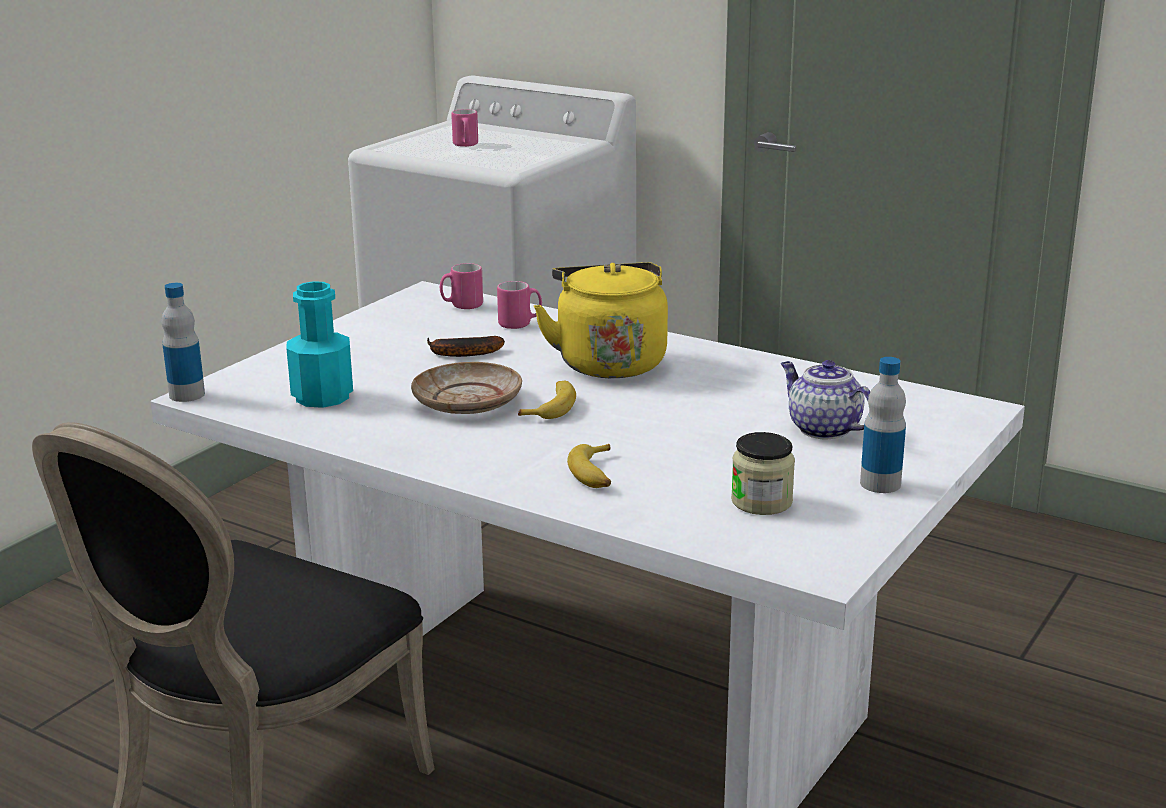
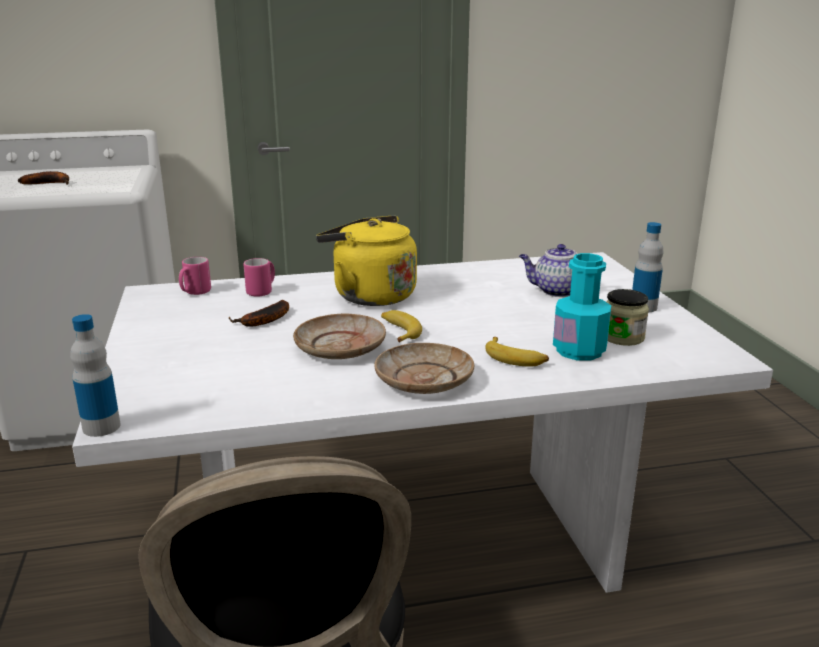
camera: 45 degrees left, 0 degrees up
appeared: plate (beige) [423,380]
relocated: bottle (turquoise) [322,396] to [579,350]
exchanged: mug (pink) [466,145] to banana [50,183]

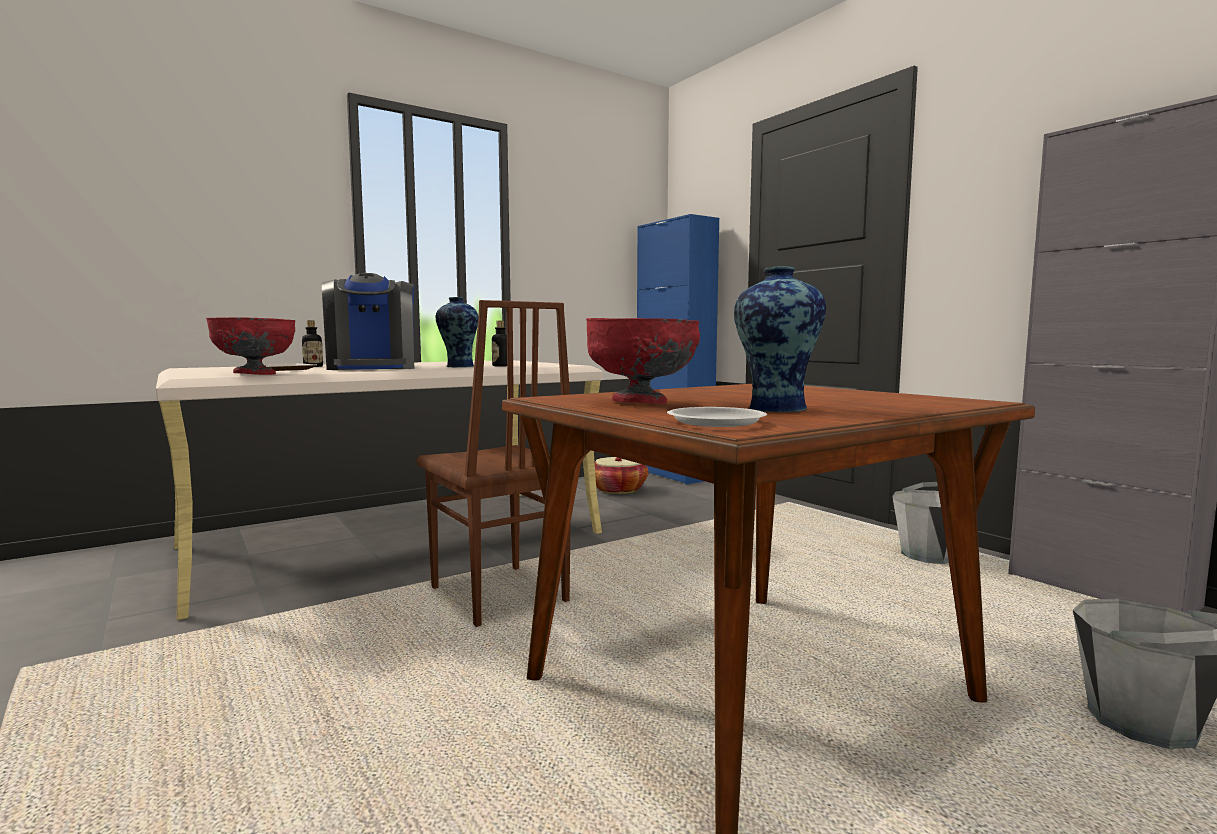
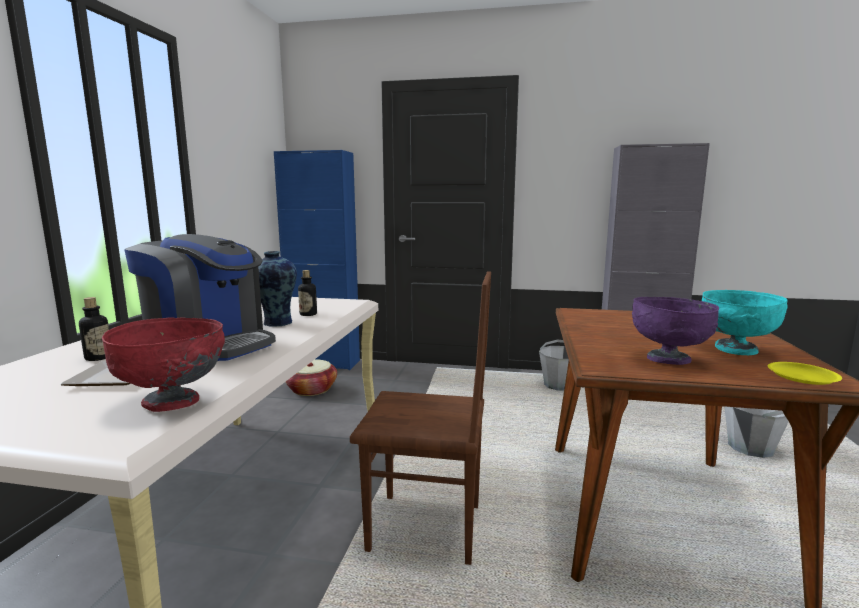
camera: 45 degrees left, 5 degrees up
exchanged: vase [775,409] to bowl (turquoise) [735,350]
colour: bowl (red) [641,403] to bowl (purple) [669,360]; plate (white) [716,422] to plate (yellow) [803,377]

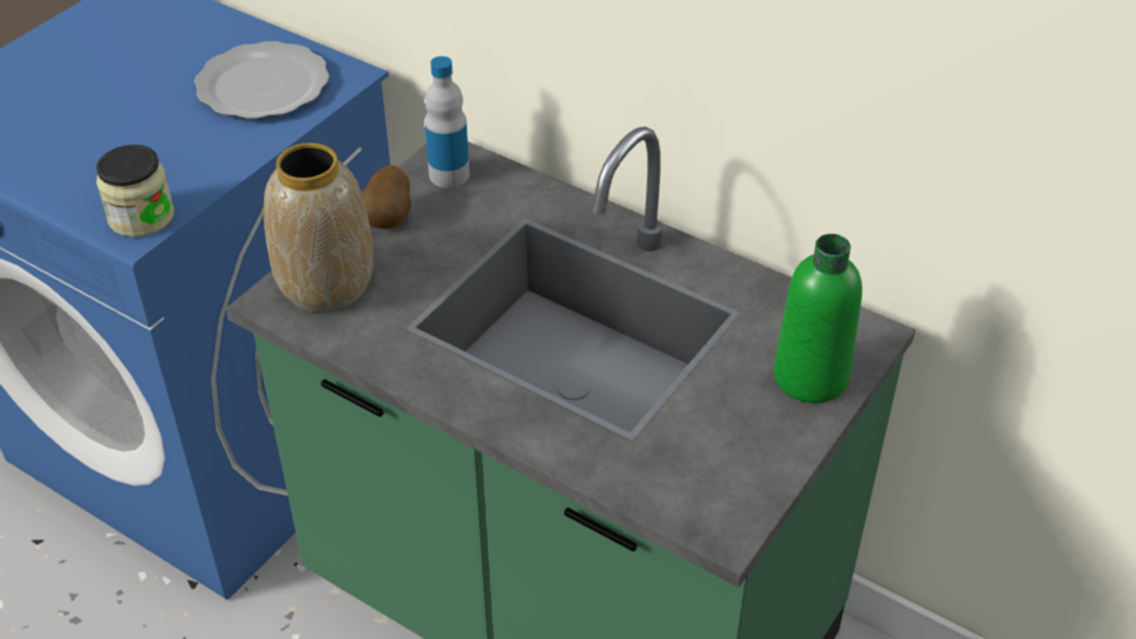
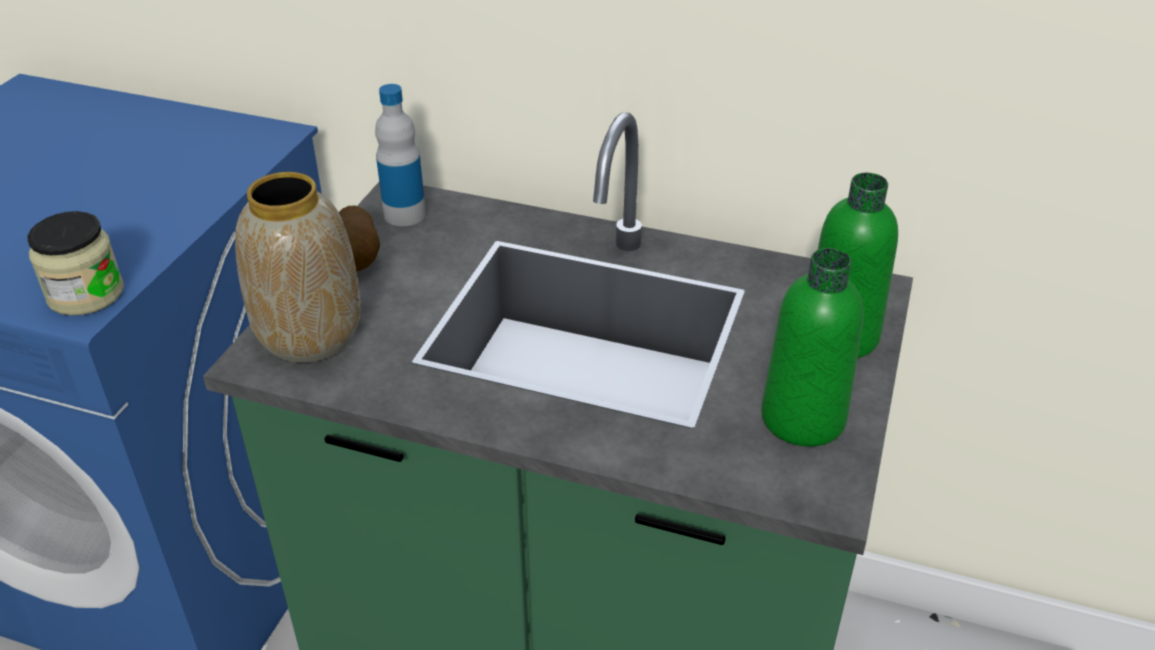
camera: 15 degrees left, 5 degrees down
missing: plate [261,86]
appeared: bottle (green) [803,418]

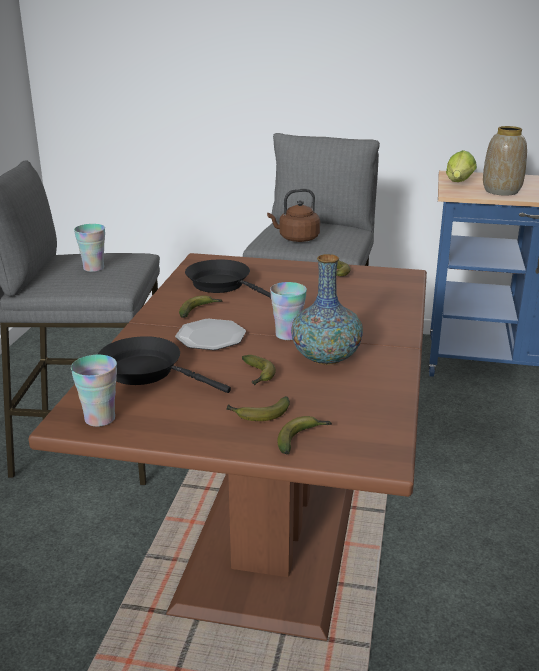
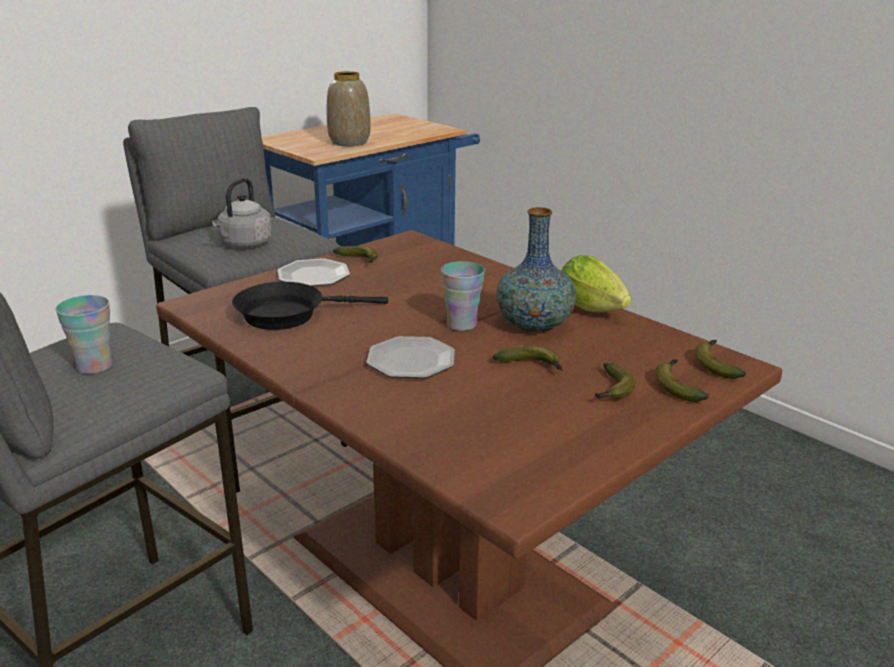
camera: 55 degrees left, 0 degrees up
missing: cup [100,419]; frying pan (black) [147,372]
appeared: plate [314,276]
relocated: banana [199,311] to [715,364]; lettuce [458,183] to [594,311]
colour: kettle (brown) [296,239] to kettle (grey) [244,244]

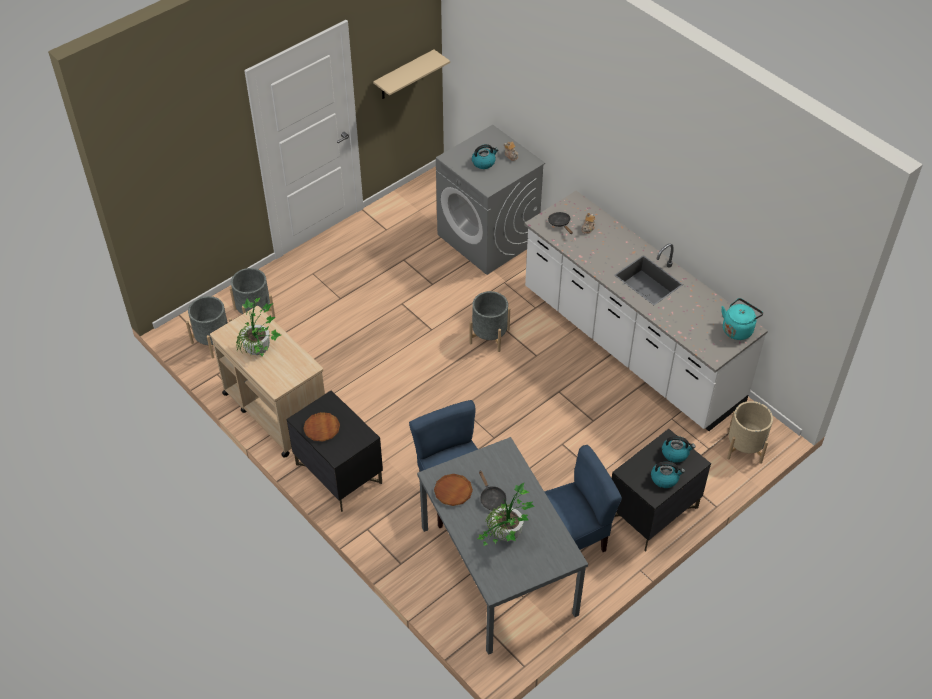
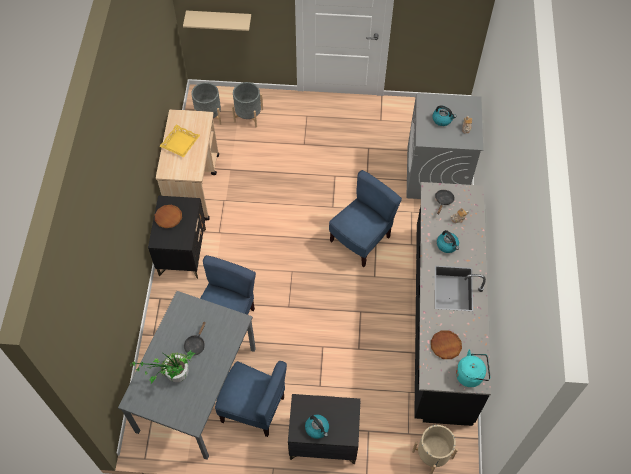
camera: 45 degrees right, 10 degrees up
relocated: shelf (beige) [404,75] to [219,20]; plate (brown) [453,491] to [445,345]; kettle [675,453] to [447,245]
exchanged: potted plant [260,353] to tray (yellow) [180,143]; planter (grey) [489,336] to chair (blue) [361,240]
colour: counter (white) [630,346] to counter (black) [440,321]

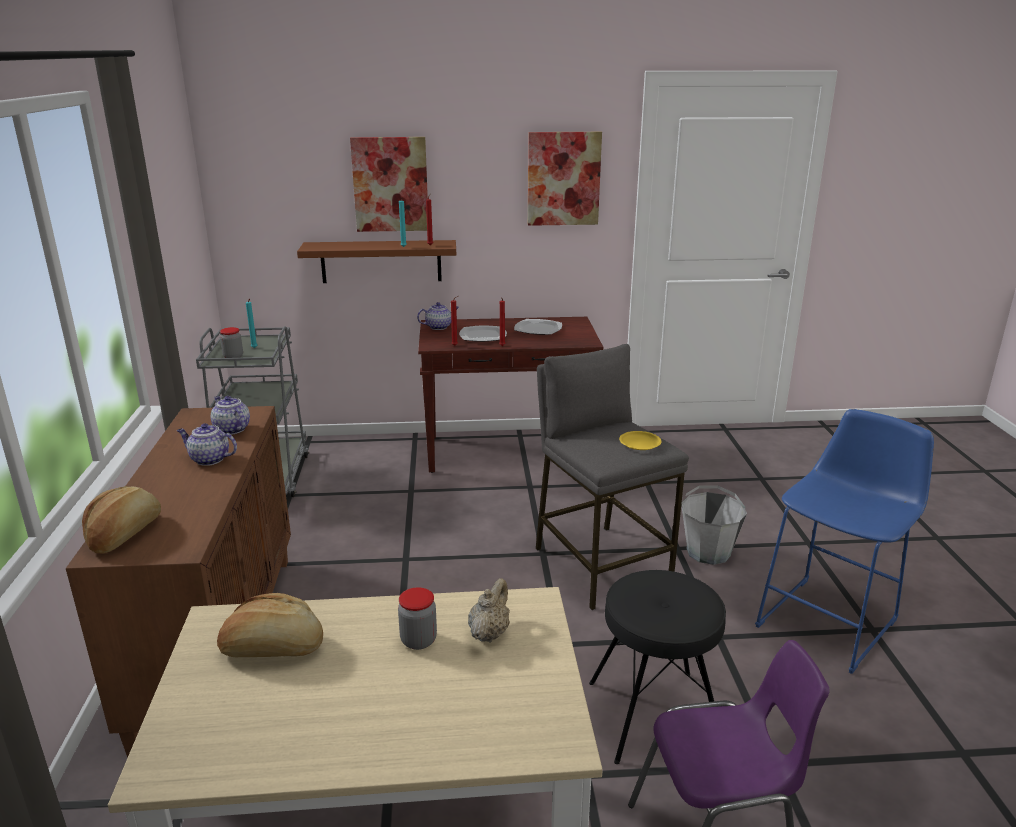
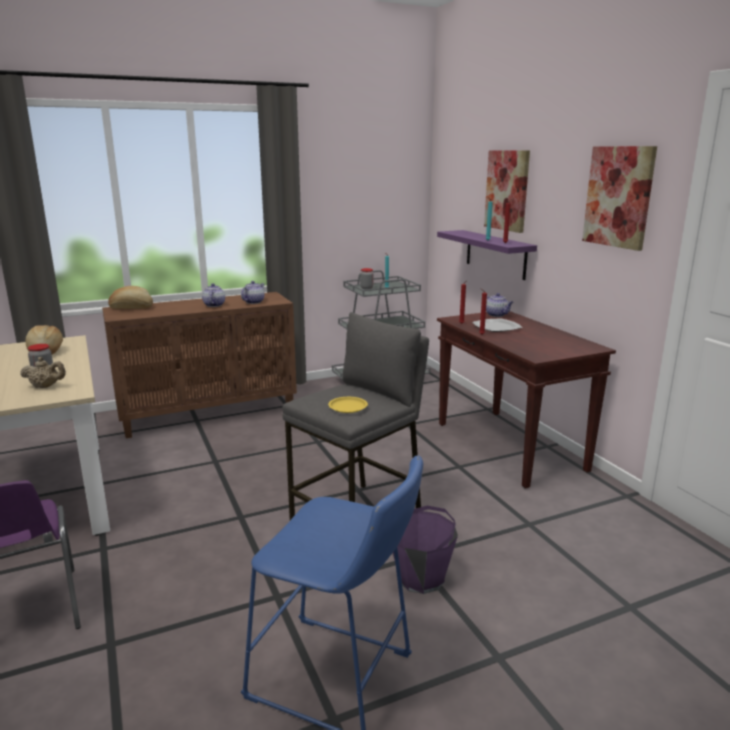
camera: 70 degrees right, 5 degrees down
missing: plate [537,329]; stool (black) [655,715]
colour: shelf (brown) [381,261] to shelf (purple) [495,254]; bucket (grey) [708,552] to bucket (purple) [421,577]

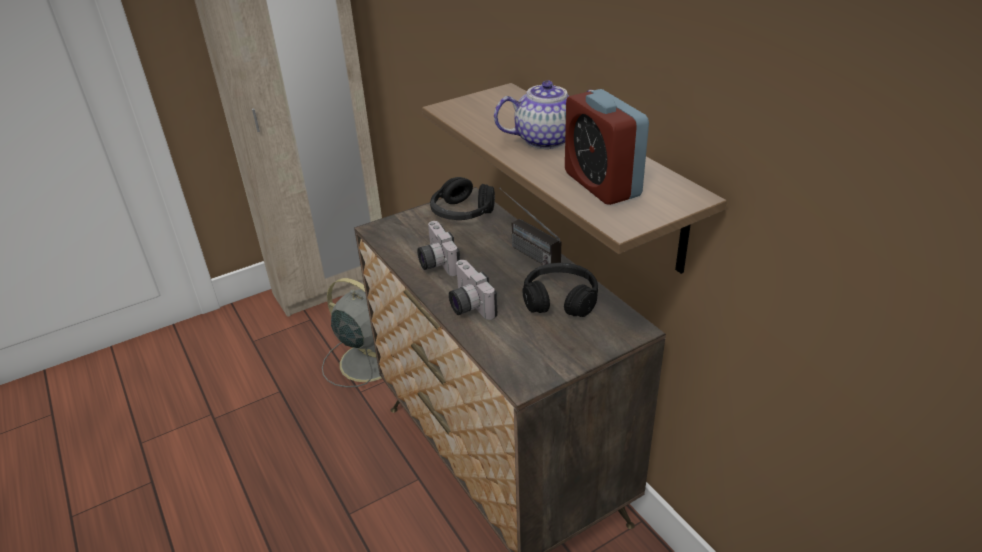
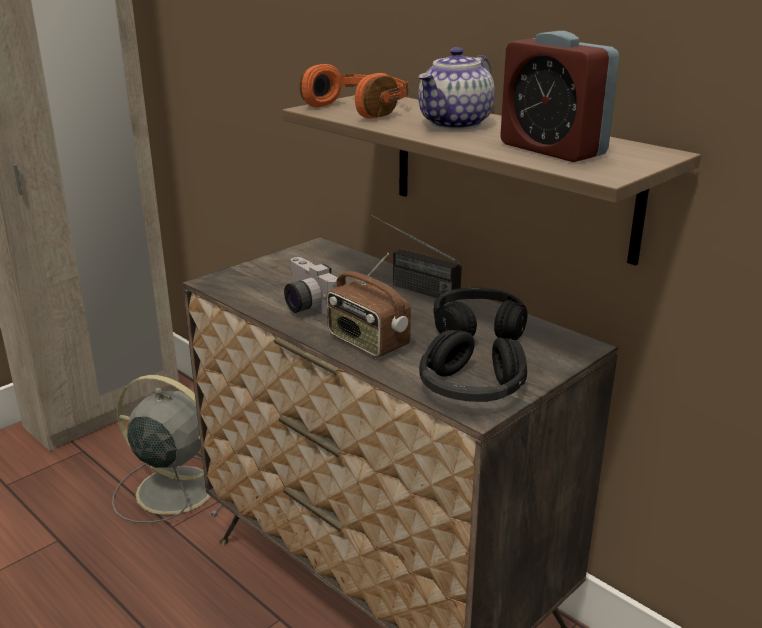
camera: 15 degrees left, 10 degrees down
appeared: headphones (orange) [360,109]
relocated: headphones (black) [462,213] to [470,389]
exchanged: photo camera [467,305] to radio [367,342]
spun: teapot [546,139] = [455,124] 150 degrees clockwise

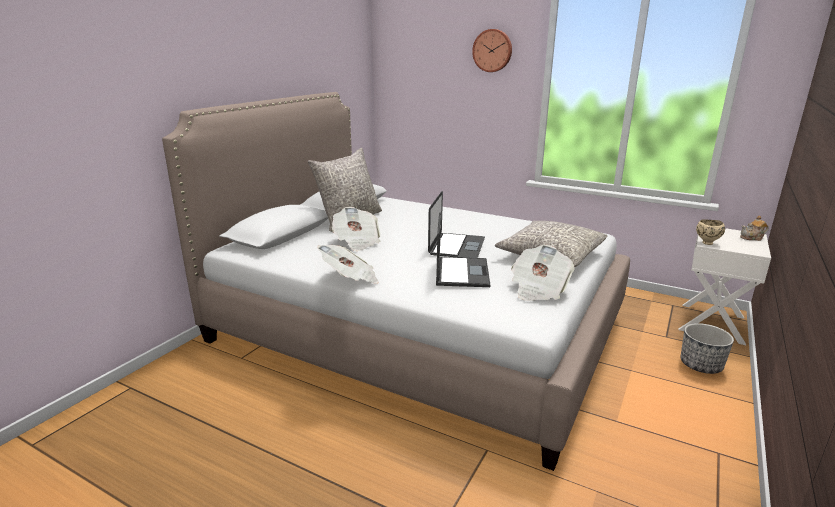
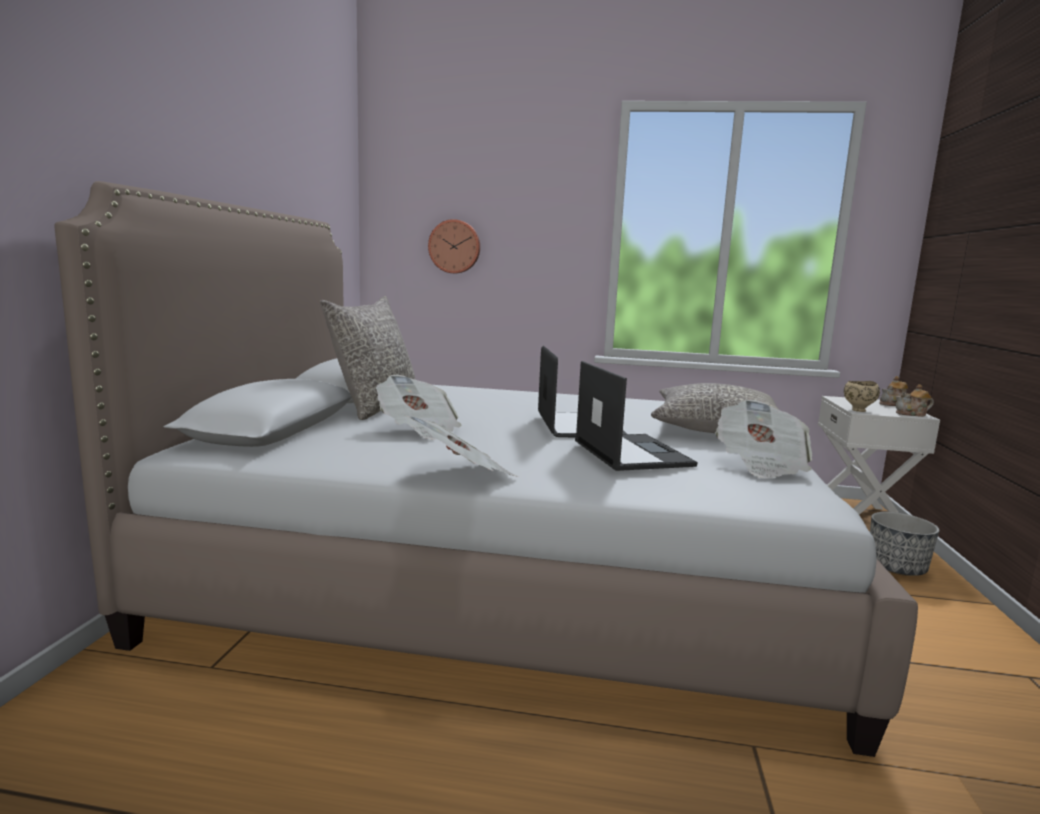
camera: 20 degrees left, 10 degrees down
appeared: teapot [912,414]
relocated: wall clock [492,50] to [455,246]

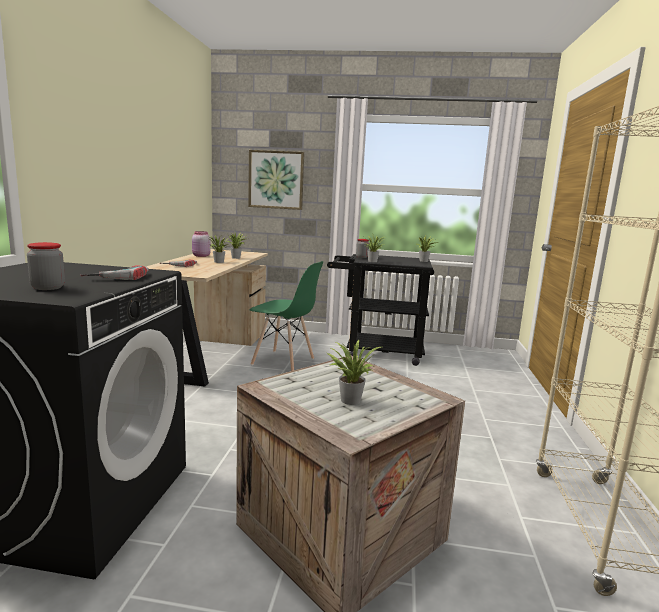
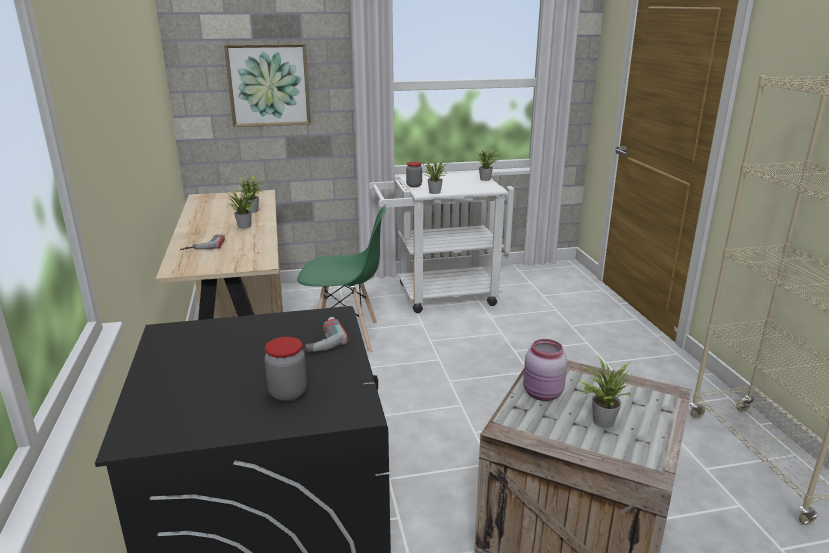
camera: 20 degrees left, 10 degrees up
relocated: jar (pink) [201,256] to [542,394]
colour: cart (black) [376,352] to cart (white) [437,295]

